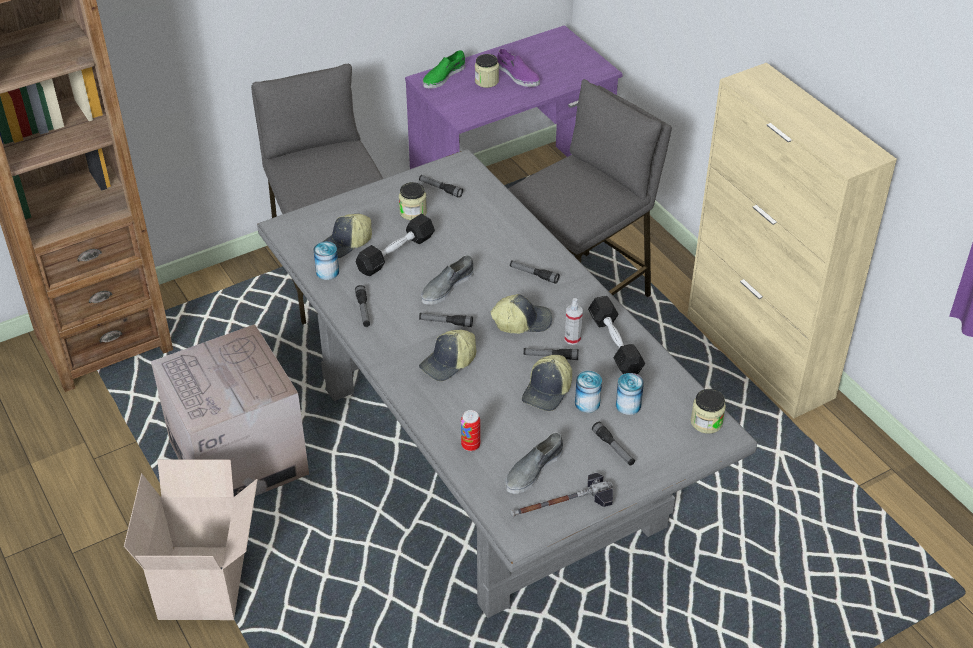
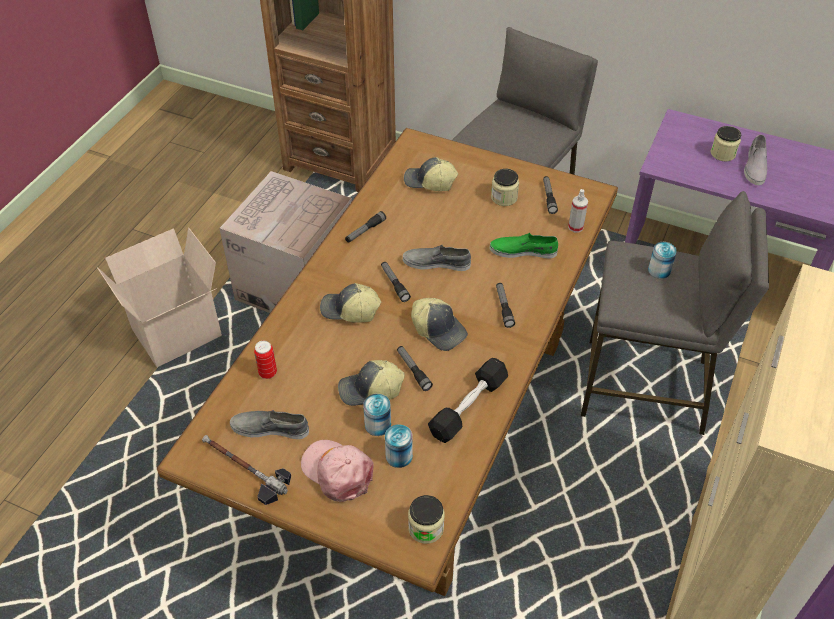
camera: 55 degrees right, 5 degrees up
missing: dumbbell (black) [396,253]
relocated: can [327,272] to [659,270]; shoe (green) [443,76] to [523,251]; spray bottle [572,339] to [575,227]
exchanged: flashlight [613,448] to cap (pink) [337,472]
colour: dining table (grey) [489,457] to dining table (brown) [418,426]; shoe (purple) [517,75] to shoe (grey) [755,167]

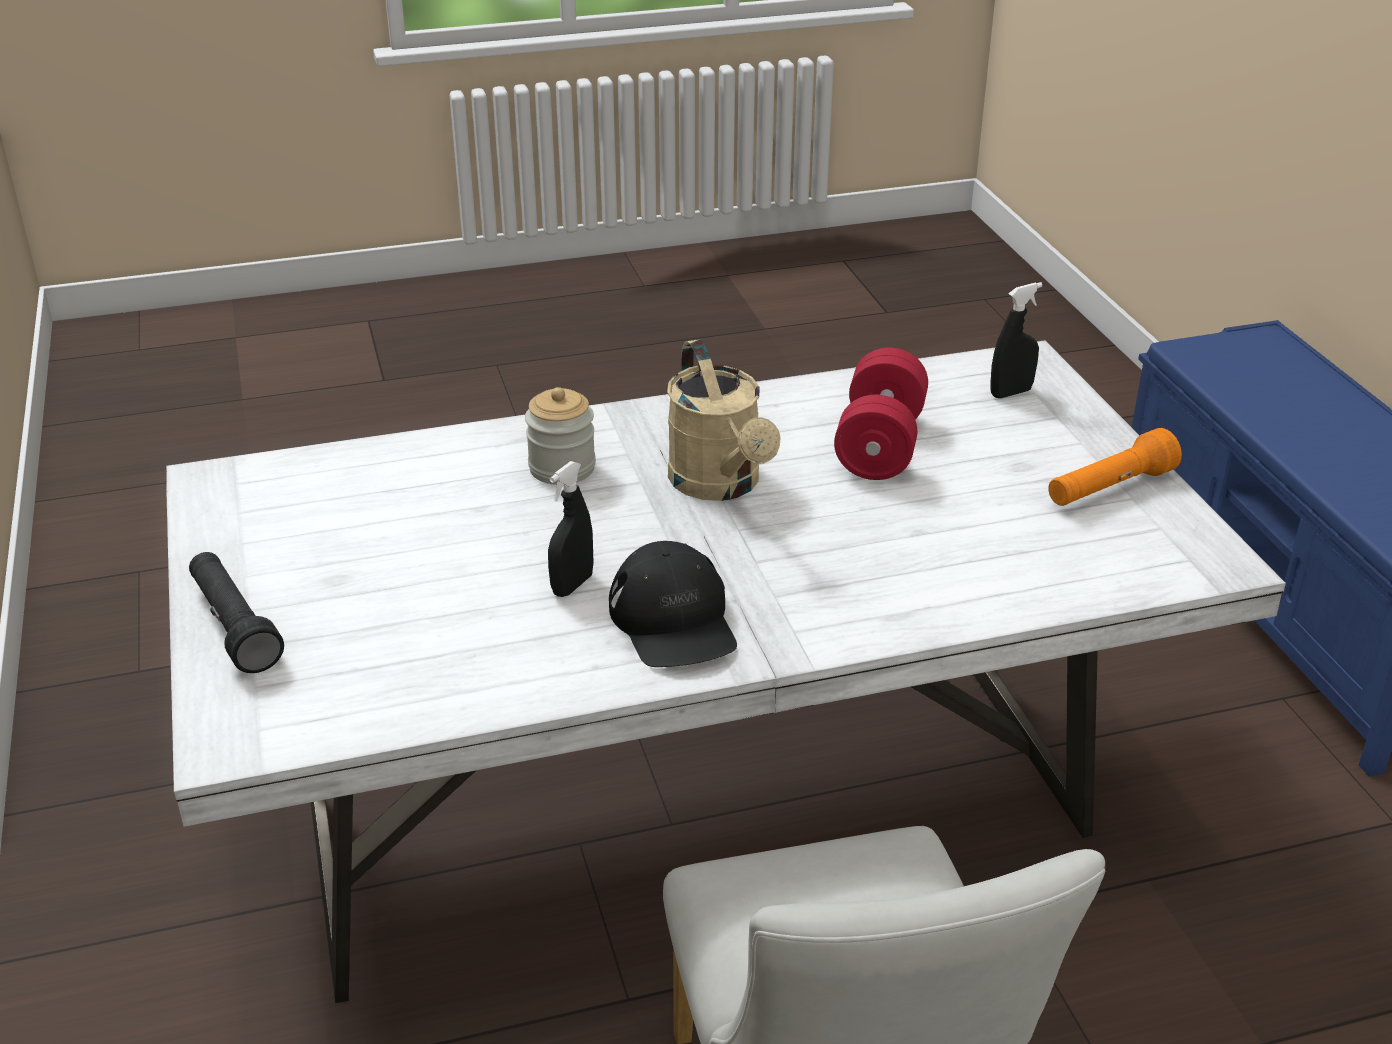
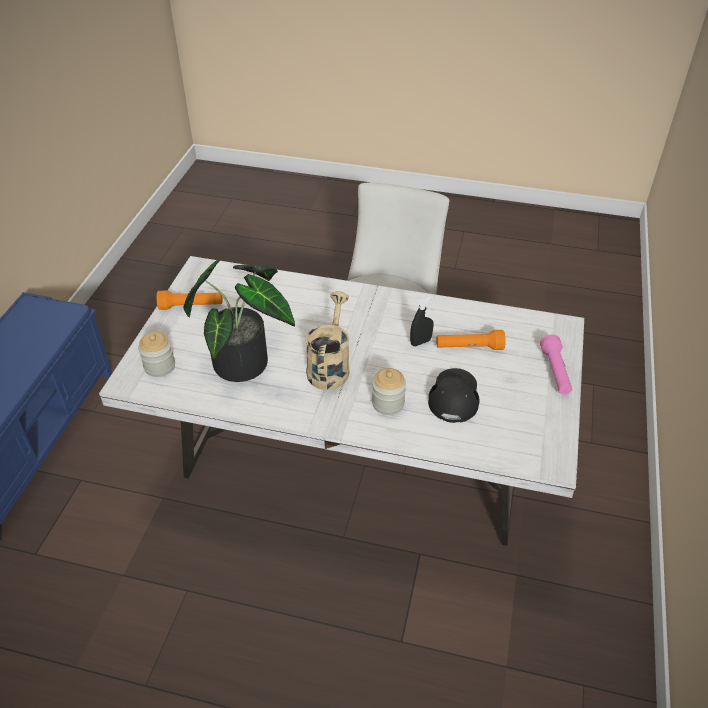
camera: 150 degrees left, 10 degrees up
appeared: flashlight (orange) [469,347]
relocated: cap (black) [674,621] to [454,396]
exchanged: dumbbell (red) [880,445] to potted plant [247,360]; spray bottle (black) [1011,393] to jar [159,366]
colour: flashlight (black) [234,626] to flashlight (pink) [555,372]

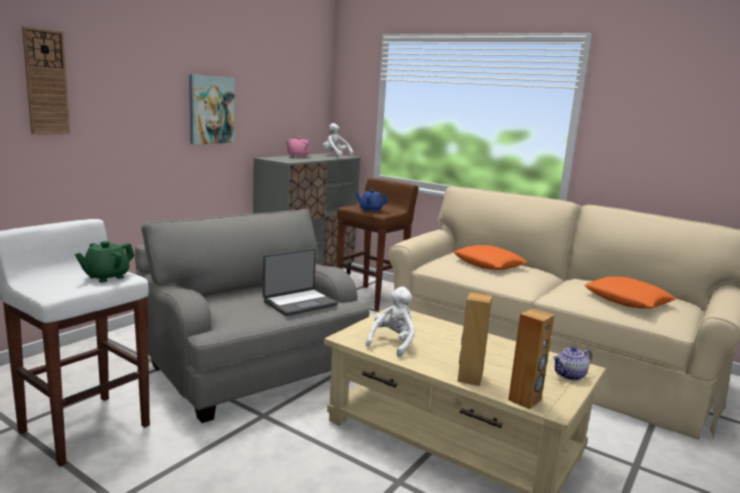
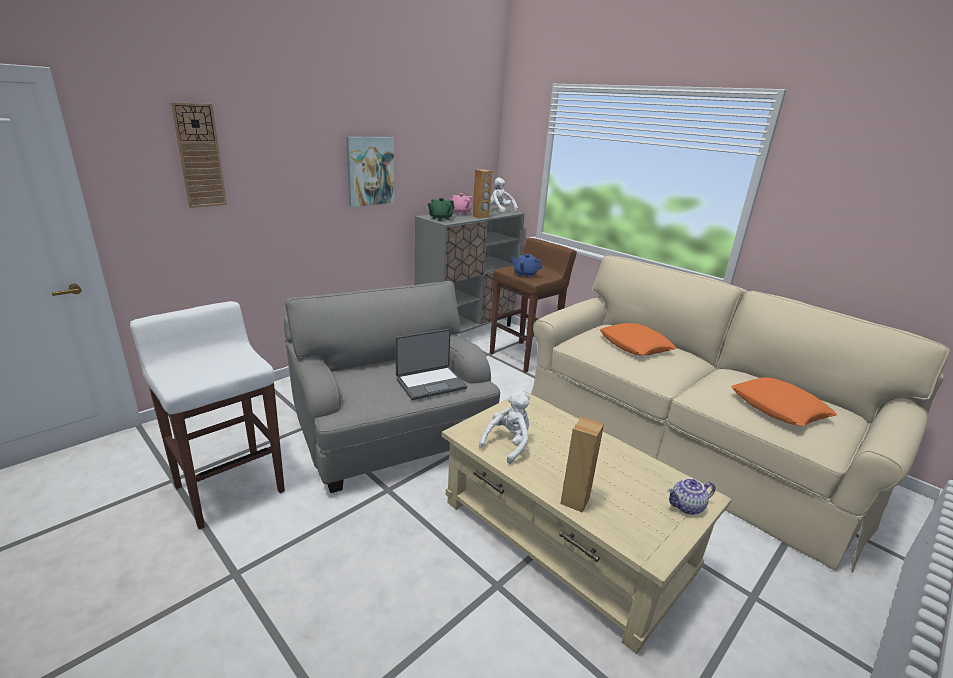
camera: 10 degrees right, 10 degrees up
relocated: teapot (green) [106,277] to [440,218]; speaker (brown) [525,400] to [481,217]

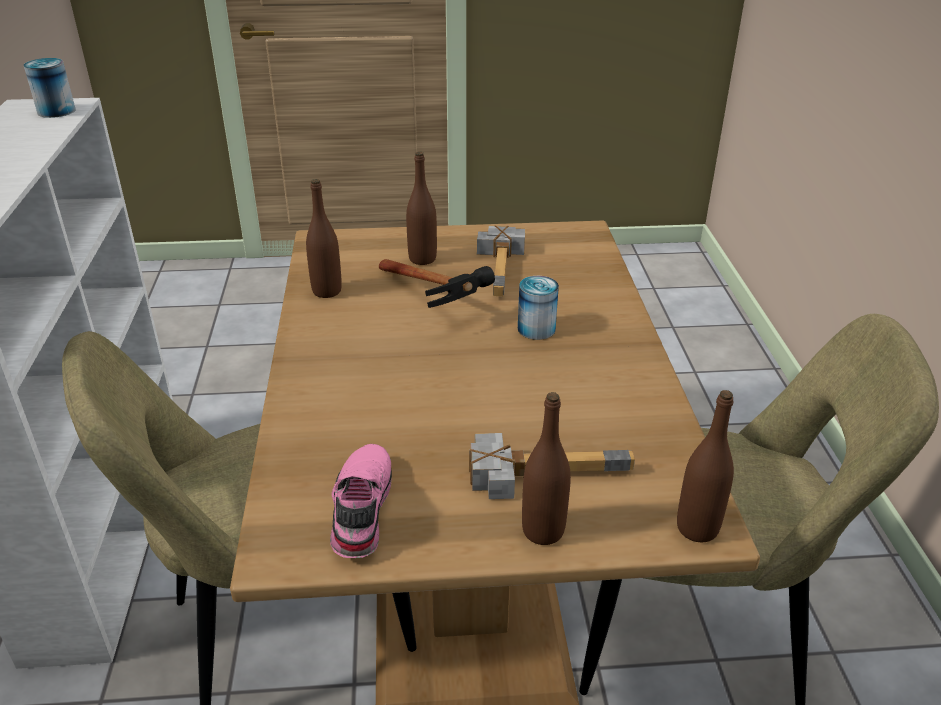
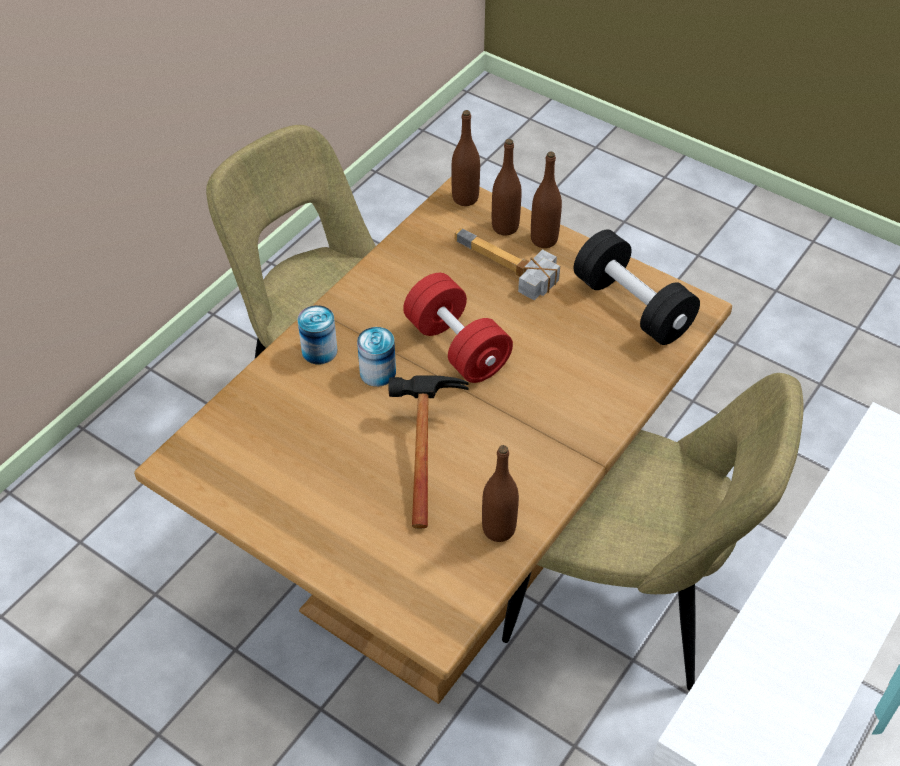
camera: 140 degrees left, 15 degrees up
missing: hammer [506,268]
appeared: dumbbell (red) [457,347]
relocated: can [56,111] to [319,351]; bottle (brown) [422,259] to [505,227]
exchanged: shoe (pink) [359,508] to dumbbell (black) [632,306]

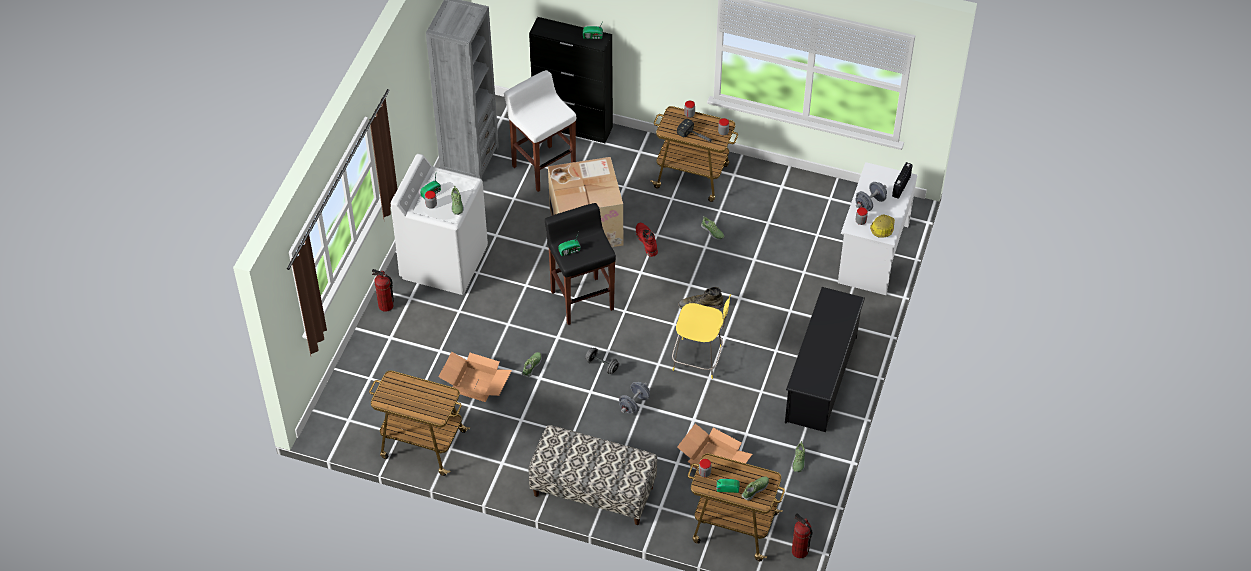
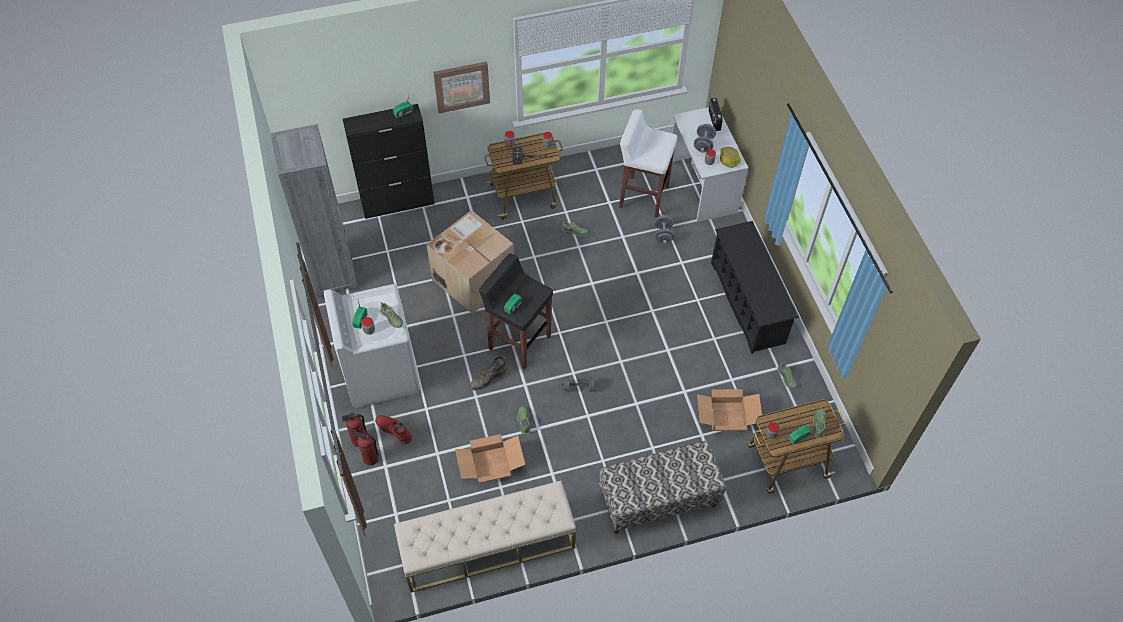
camera: 35 degrees left, 5 degrees up
missing: stool (yellow) [699,359]
appeared: picture [461,86]
relocated: stool (white) [543,167] to [643,196]; dumbbell (grey) [634,404] to [663,235]; boot (red) [646,241] to [394,430]; boot (green) [700,305] to [488,378]; fire extinguisher [799,551] to [370,459]
exchanged: cart [422,444] to bench (beige) [487,546]

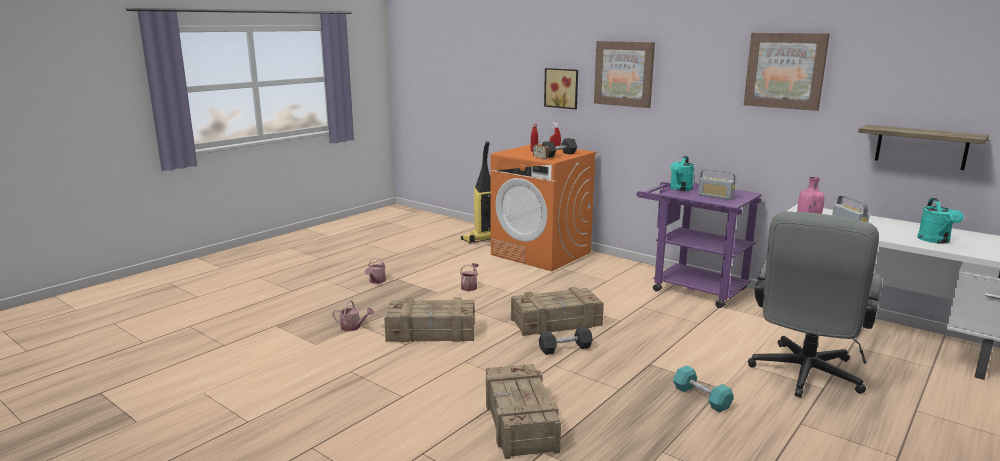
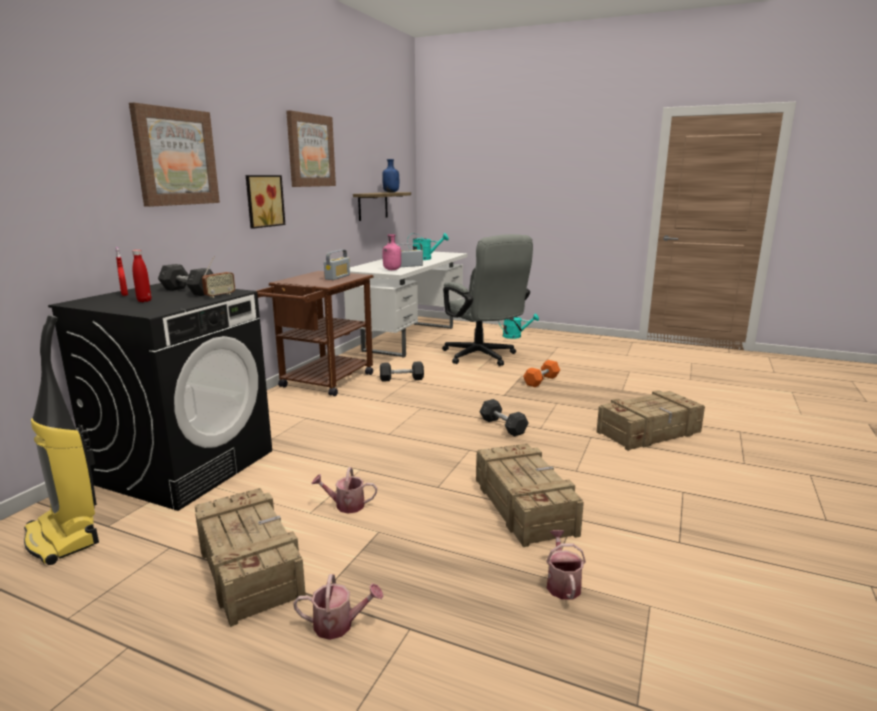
camera: 105 degrees left, 0 degrees up
appeared: dumbbell (grey) [401,379]; bottle (blue) [391,192]
relocated: crate [557,323] to [249,566]; picture [562,88] to [263,201]; watering can (turquoise) [680,189] to [515,336]
colour: washing machine (orange) [541,253] to washing machine (black) [185,466]; cart (purple) [691,288] to cart (brown) [322,383]; dumbbell (turquoise) [701,398] to dumbbell (orange) [541,381]
spun: office chair (grey) [803,376] = [483,357] 45 degrees clockwise

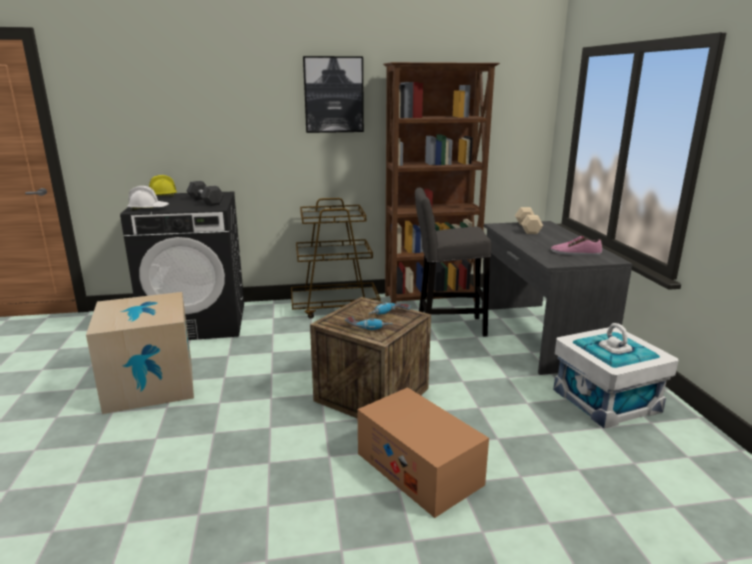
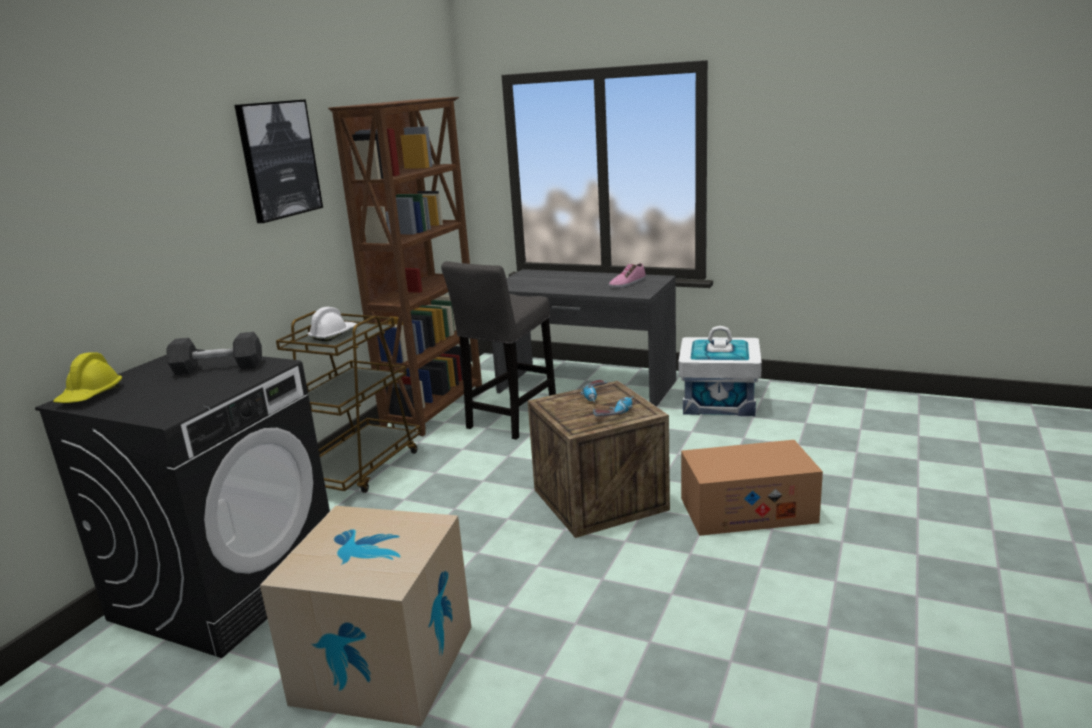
camera: 55 degrees left, 0 degrees up
missing: dumbbell (beige) [527,228]
relocated: hard hat (white) [148,209] to [333,335]

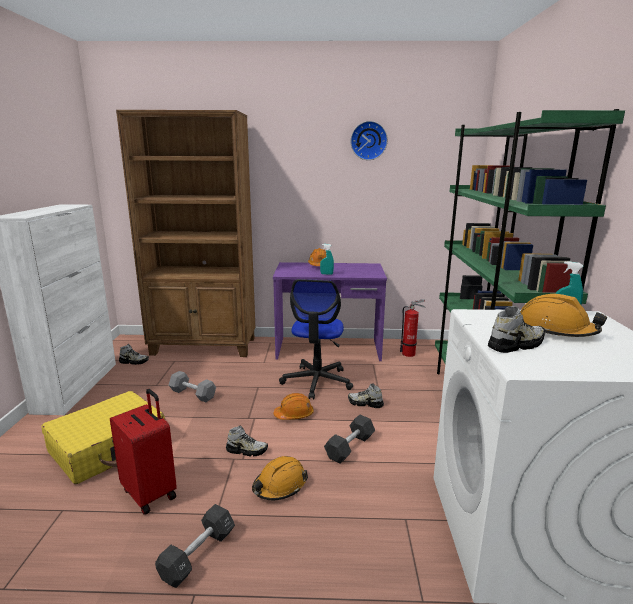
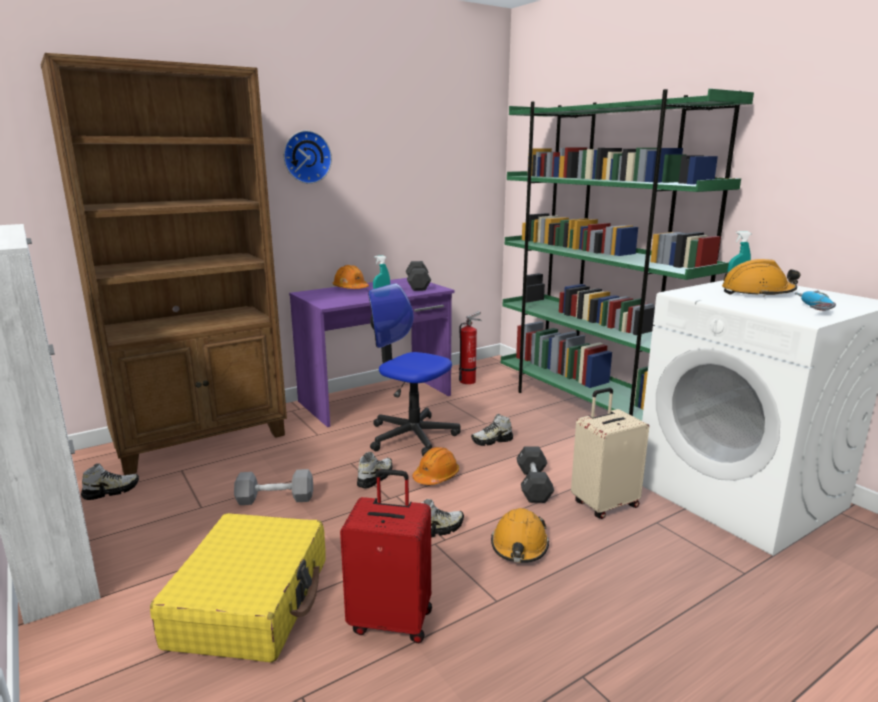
camera: 35 degrees left, 0 degrees up
appeared: suitcase (beige) [604,504]; power drill [810,309]
relocated: dumbbell (black) [198,554] to [418,285]; wall clock [368,140] to [306,157]; shoe [515,345] to [375,477]
spun: office chair [317,381] = [412,436] 150 degrees clockwise

